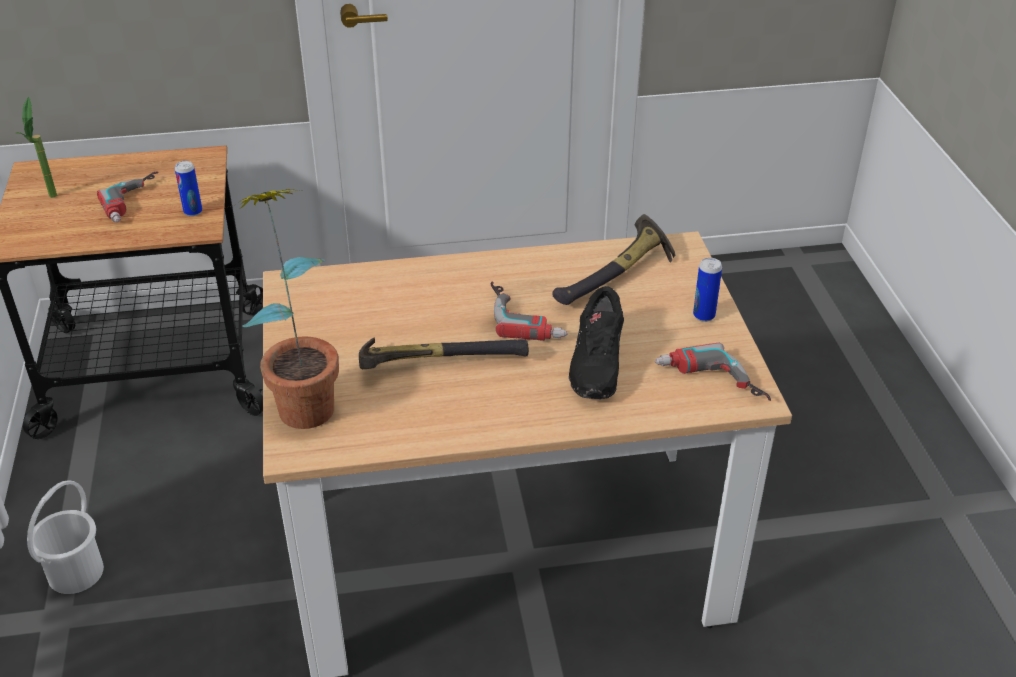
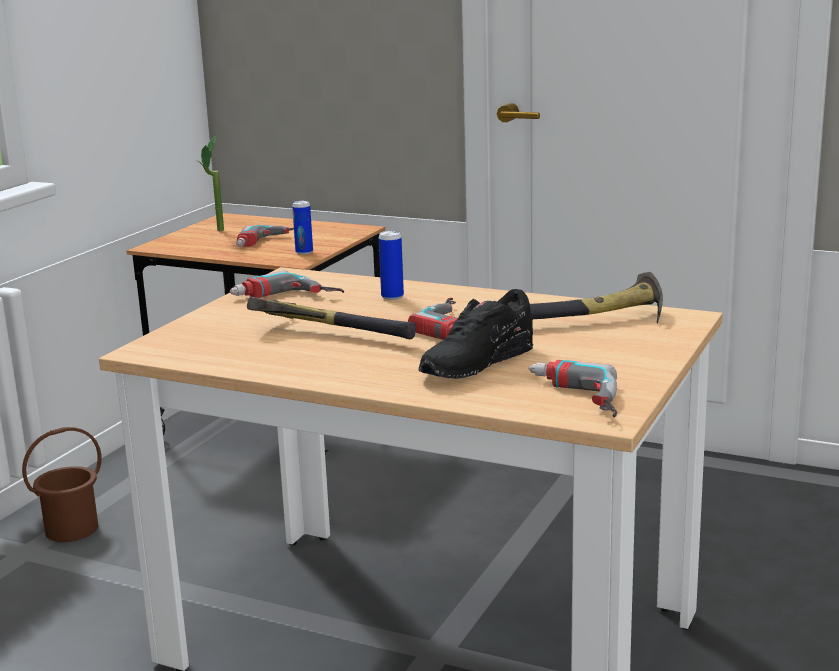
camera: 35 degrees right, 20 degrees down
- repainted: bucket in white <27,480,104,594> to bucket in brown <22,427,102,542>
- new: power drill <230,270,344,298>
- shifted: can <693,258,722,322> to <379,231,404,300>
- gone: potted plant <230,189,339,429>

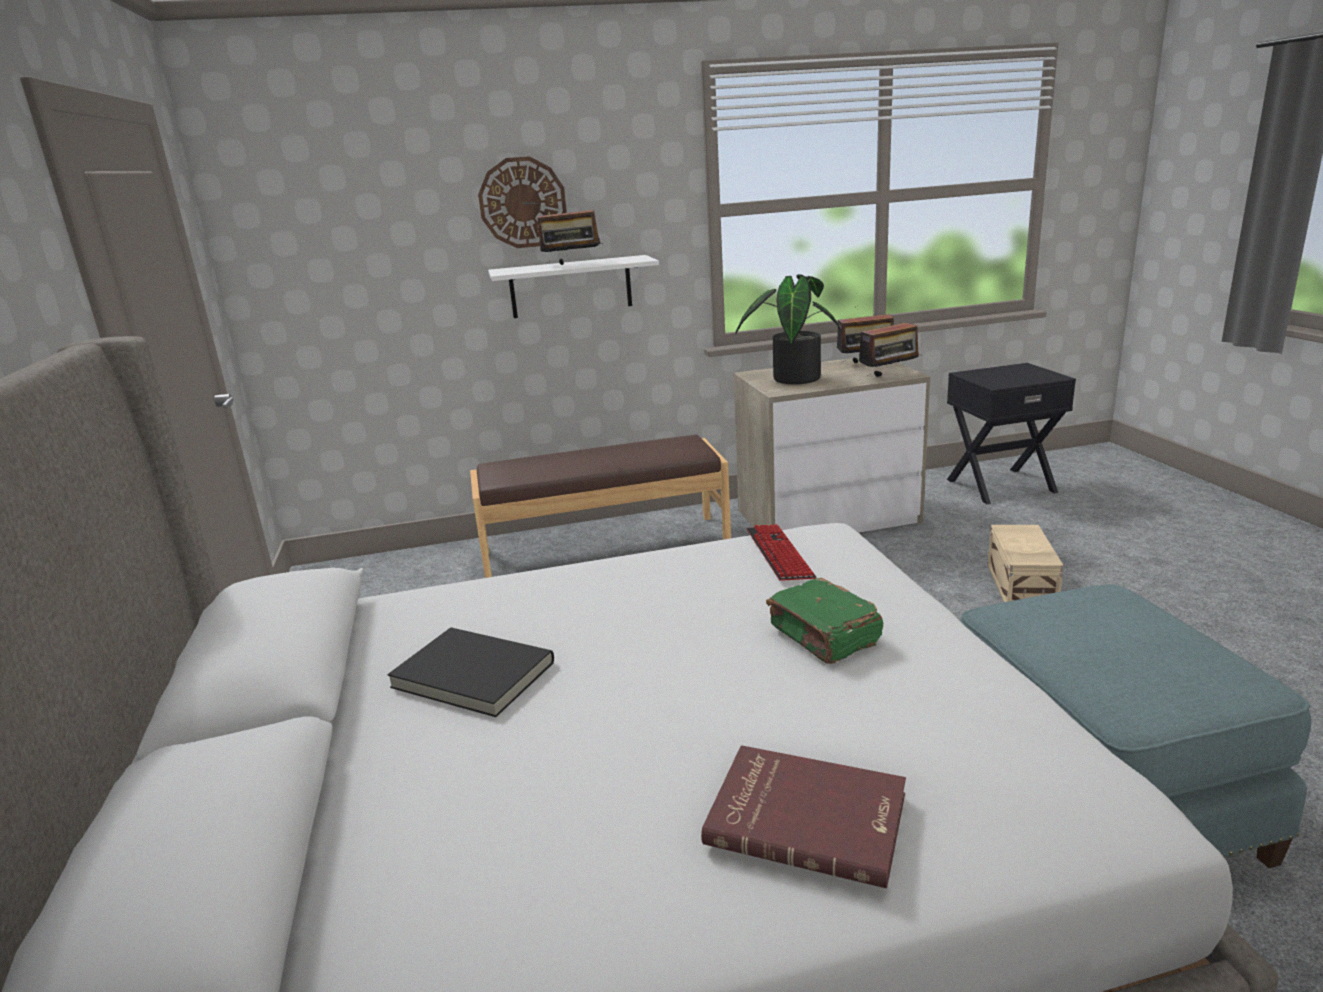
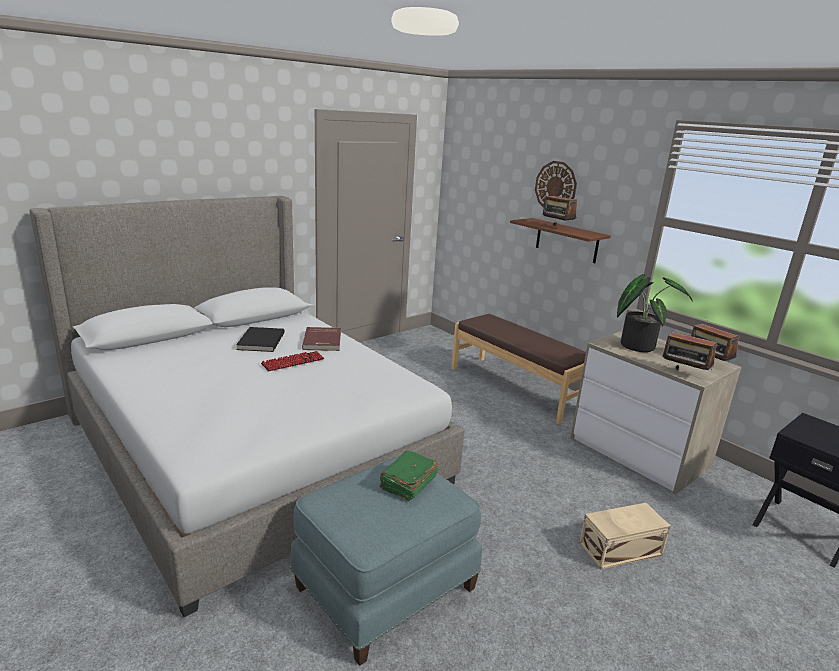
camera: 60 degrees right, 0 degrees up
- shifted: keyboard <746,524,816,581> to <261,351,324,372>
- shifted: book in red <701,745,906,889> to <302,327,341,351>
- shifted: book in green <766,578,883,664> to <380,451,438,501>
- repainted: shelf in white <488,255,659,318> to shelf in brown <510,218,611,263>

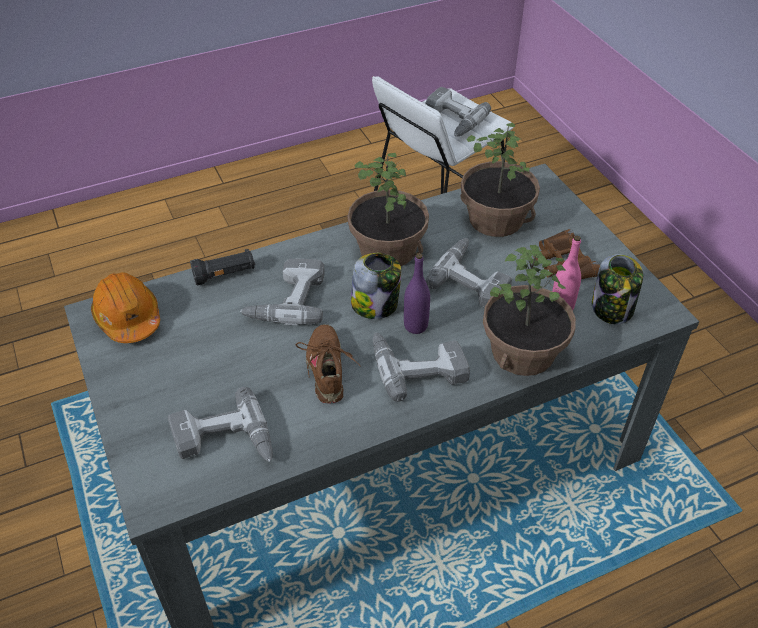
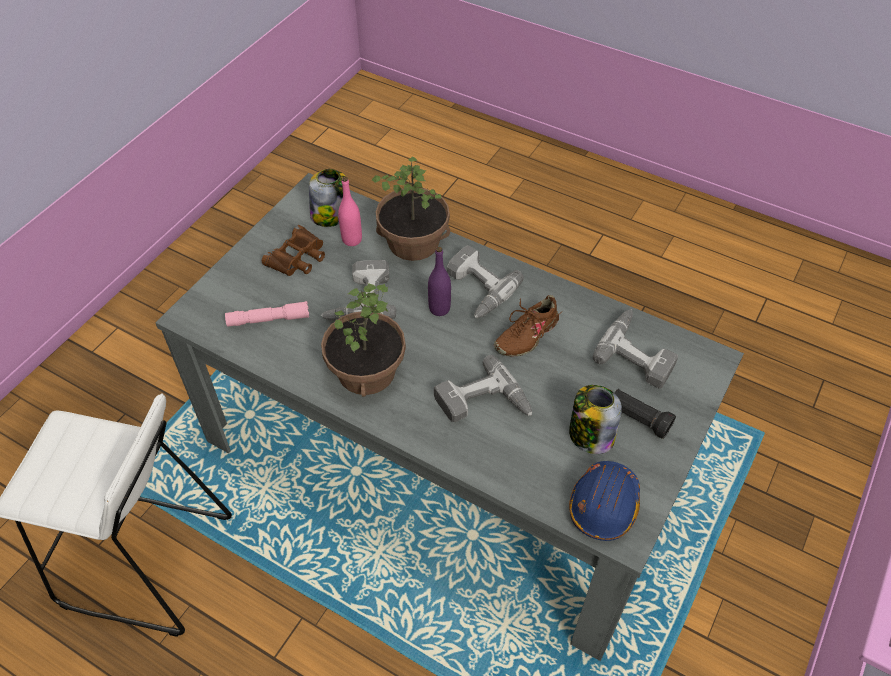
camera: 125 degrees left, 5 degrees up
- swapped: potted plant <460,123,540,237> to flashlight in pink <225,301,309,327>
- shifted: jar <351,253,401,319> to <569,385,622,454>
- repainted: hard hat in orange <91,272,160,343> to hard hat in blue <569,461,640,541>
- shifted: flashlight in black <190,249,255,285> to <614,389,676,439>
- gone: power drill <426,87,491,137>

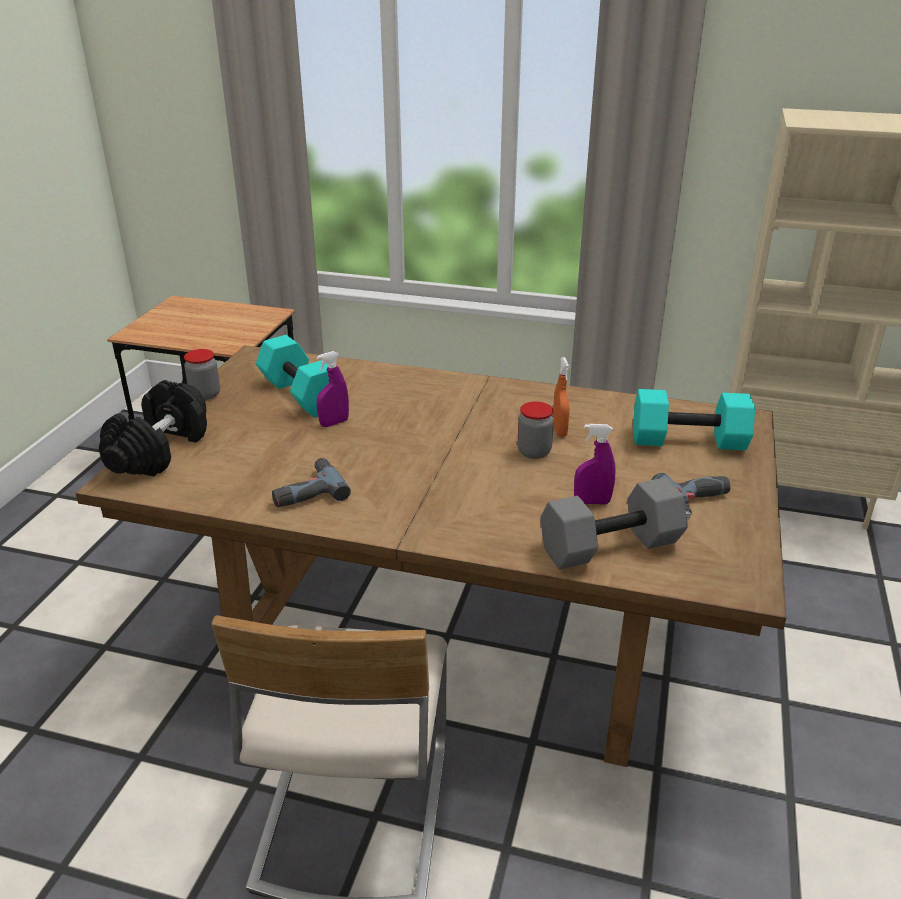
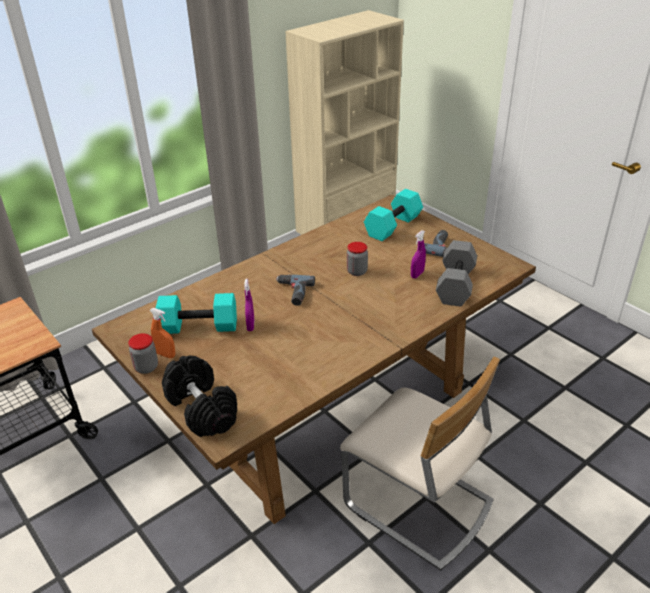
camera: 55 degrees left, 5 degrees up
- shifted: spray bottle in orange <553,357,570,437> to <150,308,175,358>
- shifted: power drill <272,458,351,507> to <276,275,315,306>

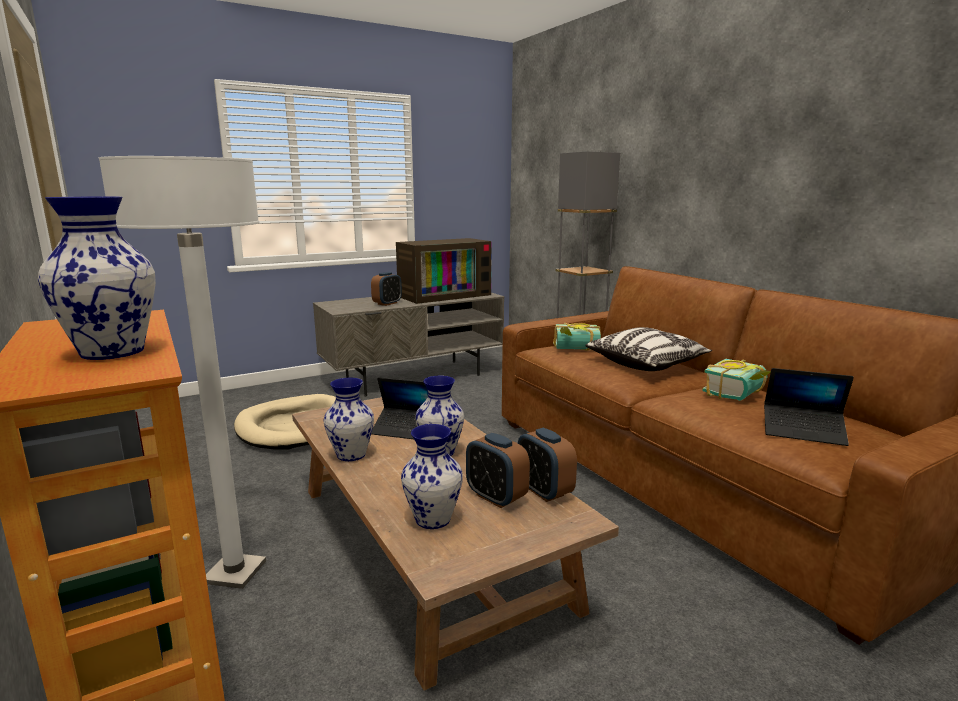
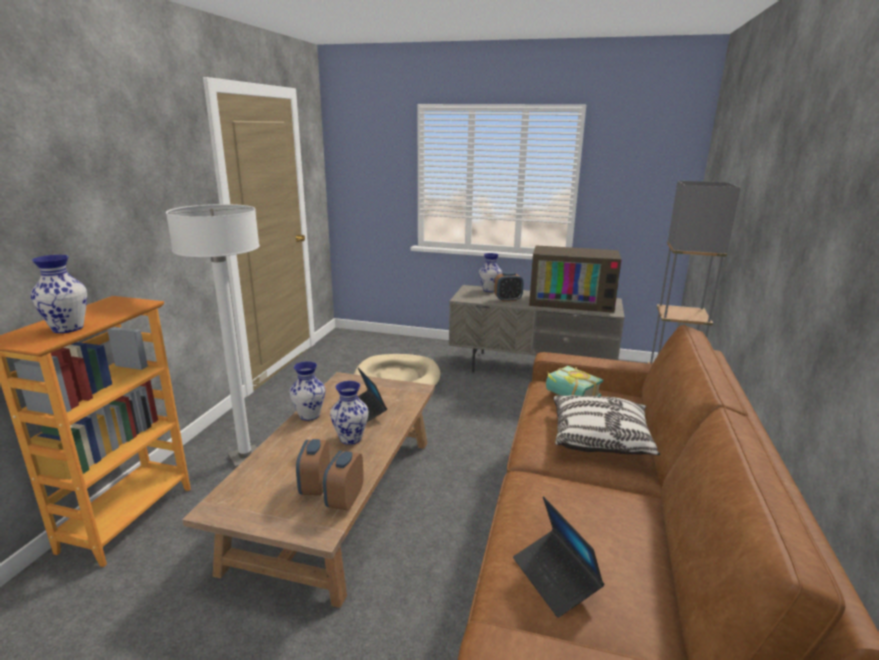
camera: 45 degrees right, 5 degrees up
- shifted: vase <401,424,463,529> to <479,253,502,292>
- gone: book <702,359,771,401>

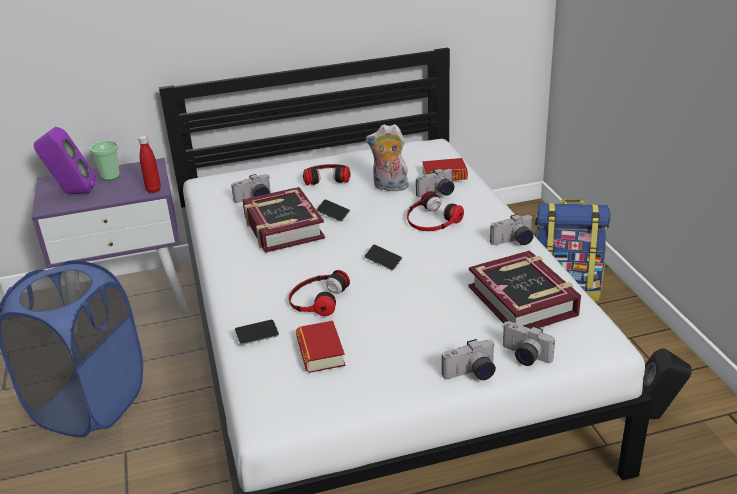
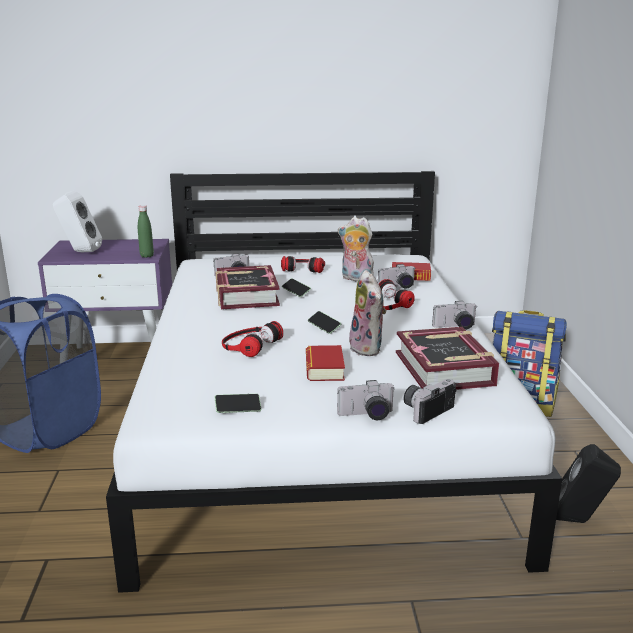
camera: 10 degrees right, 10 degrees down
- repainted: speaker in purple <34,127,96,194> to speaker in white <53,191,102,252>
- repainted: bottle in red <138,136,161,193> to bottle in green <138,205,154,258>
- shifted: phone <234,319,279,345> to <215,394,262,413>
- shifted: book <296,321,346,373> to <306,345,345,381>
- new: plush toy <349,270,386,356>
- rotated: photo camera <502,321,555,366> = <404,379,456,424> 90 degrees clockwise
- gone: cup <90,141,120,181>

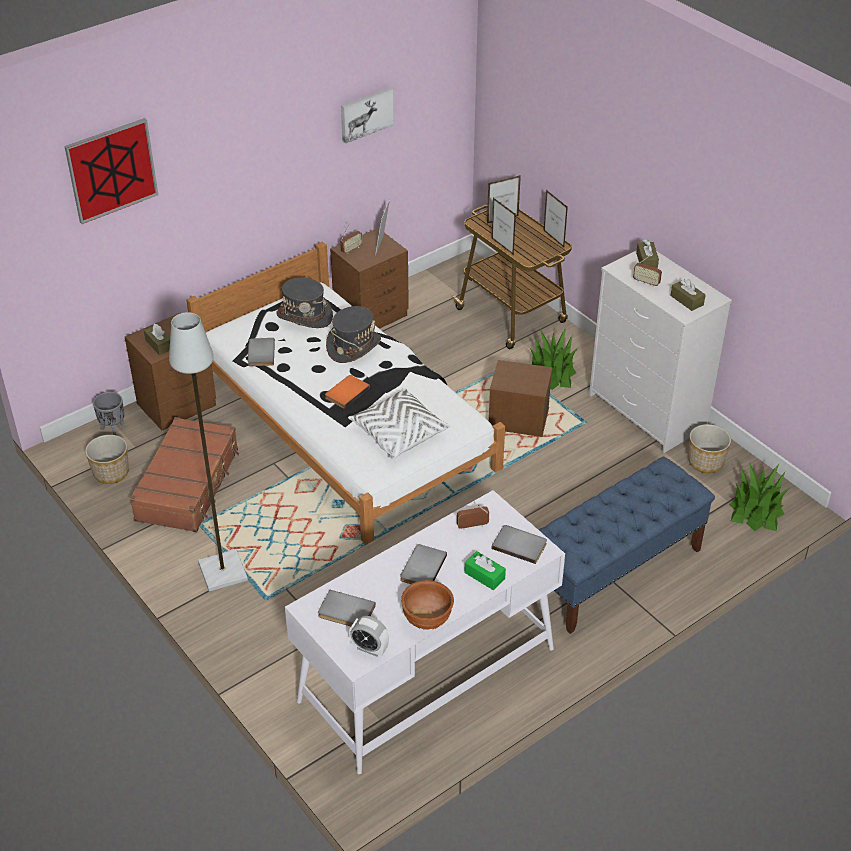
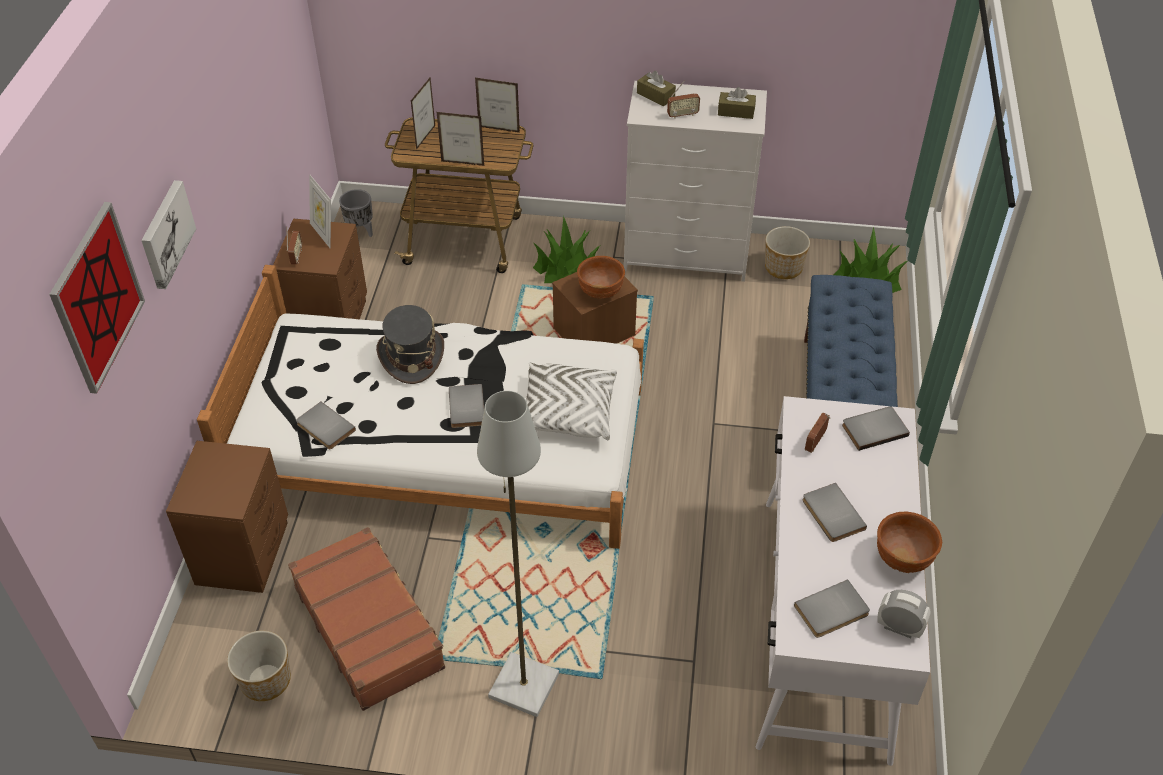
camera: 45 degrees left, 5 degrees up
- shifted: picture <341,87,393,144> to <141,180,196,289>
- shifted: planter in grey <93,392,124,436> to <339,189,373,237>
- repainted: book in orange <325,375,370,409> to book in grey <449,384,484,428>
- new: bowl in brown <577,256,625,299>
- rotated: alarm clock <349,616,389,657> = <877,590,931,638> 135 degrees counterclockwise
- gone: tissue box in brown <144,324,170,355>
- gone: hat in grey <276,278,333,328>
- gone: tissue box in green <464,551,506,590>

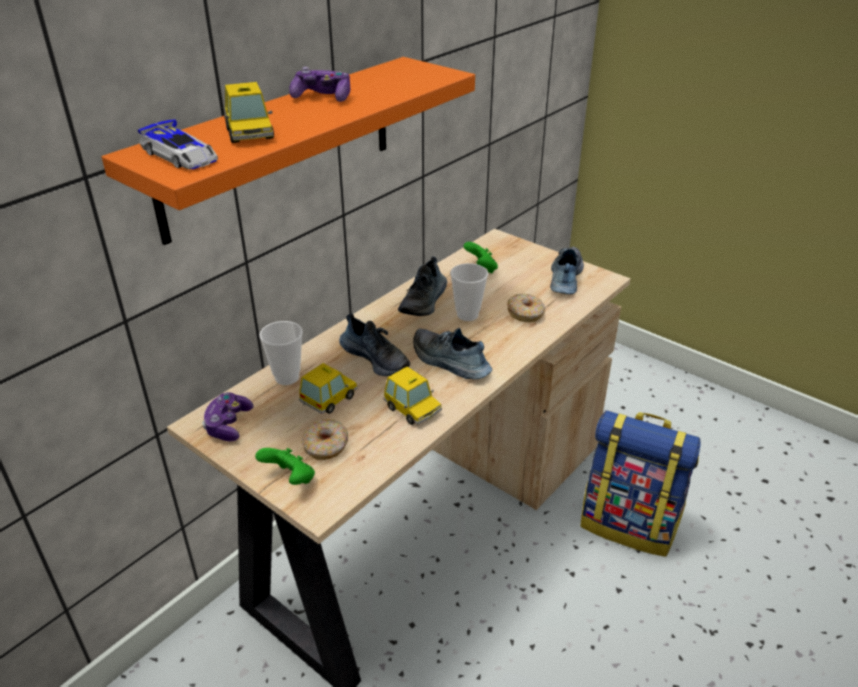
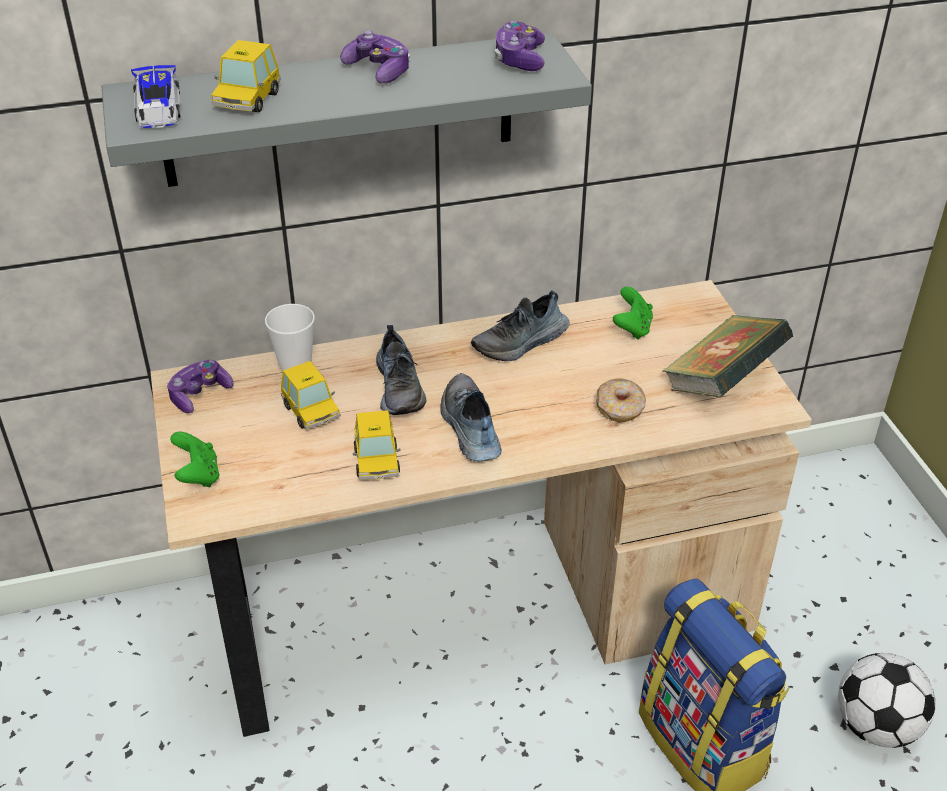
camera: 35 degrees right, 5 degrees up
- repainted: shelf in orange <102,57,475,245> to shelf in grey <101,33,592,187>
- rotated: toy car <299,363,358,414> = <281,361,341,430> 75 degrees clockwise
- new: game controller <495,21,545,71>
- swapped: shoe <550,246,584,294> to book <663,315,793,397>
- new: football <838,653,935,748>
- gone: donut <301,419,348,460>
- gone: cup <450,263,488,321>

